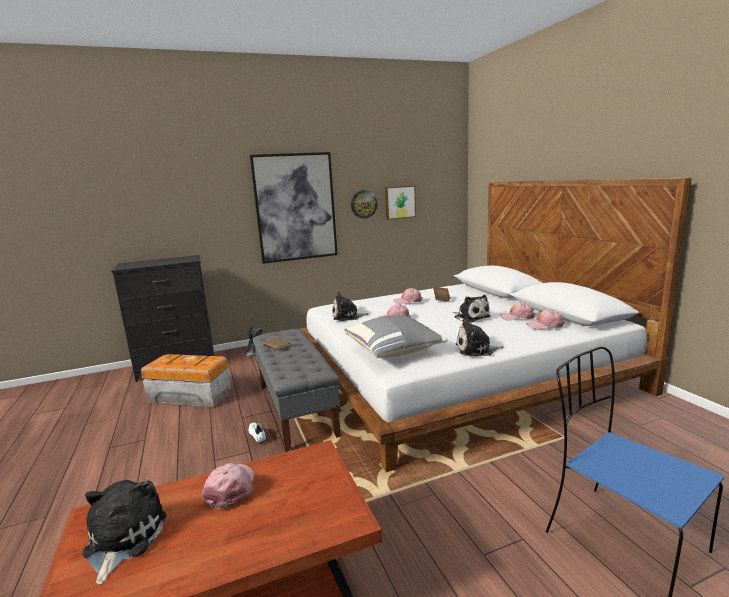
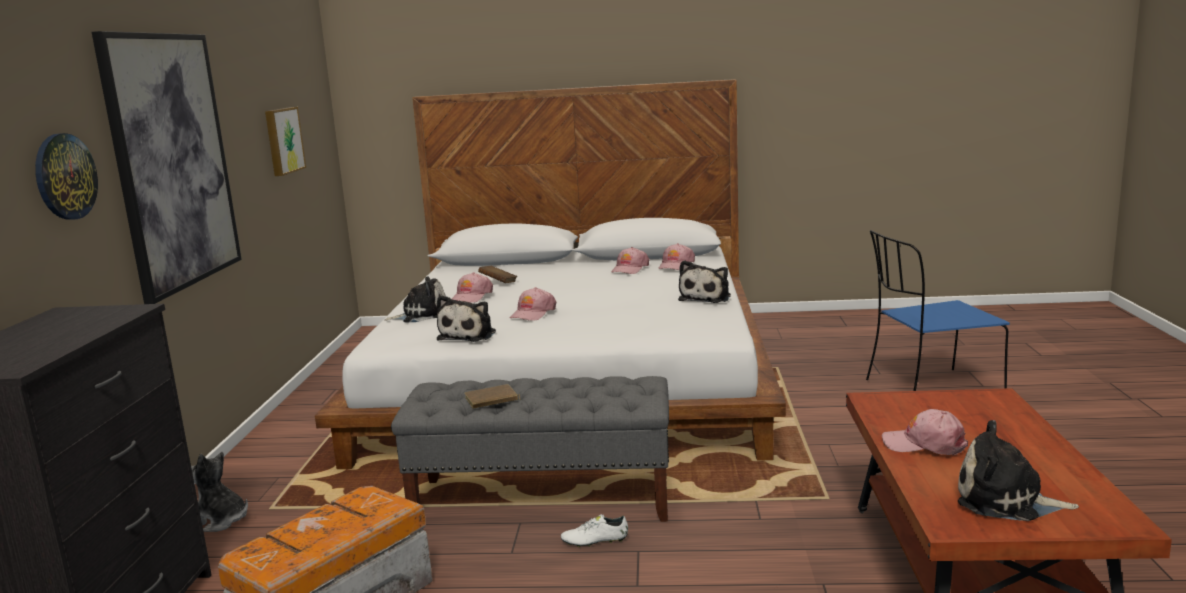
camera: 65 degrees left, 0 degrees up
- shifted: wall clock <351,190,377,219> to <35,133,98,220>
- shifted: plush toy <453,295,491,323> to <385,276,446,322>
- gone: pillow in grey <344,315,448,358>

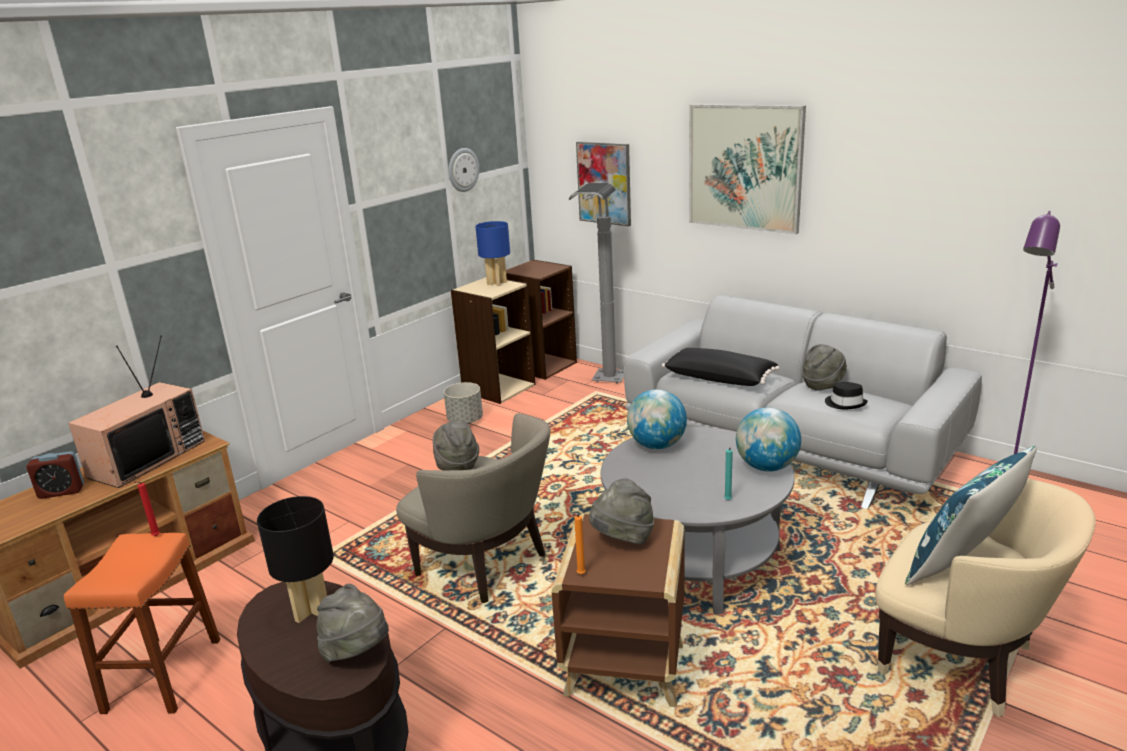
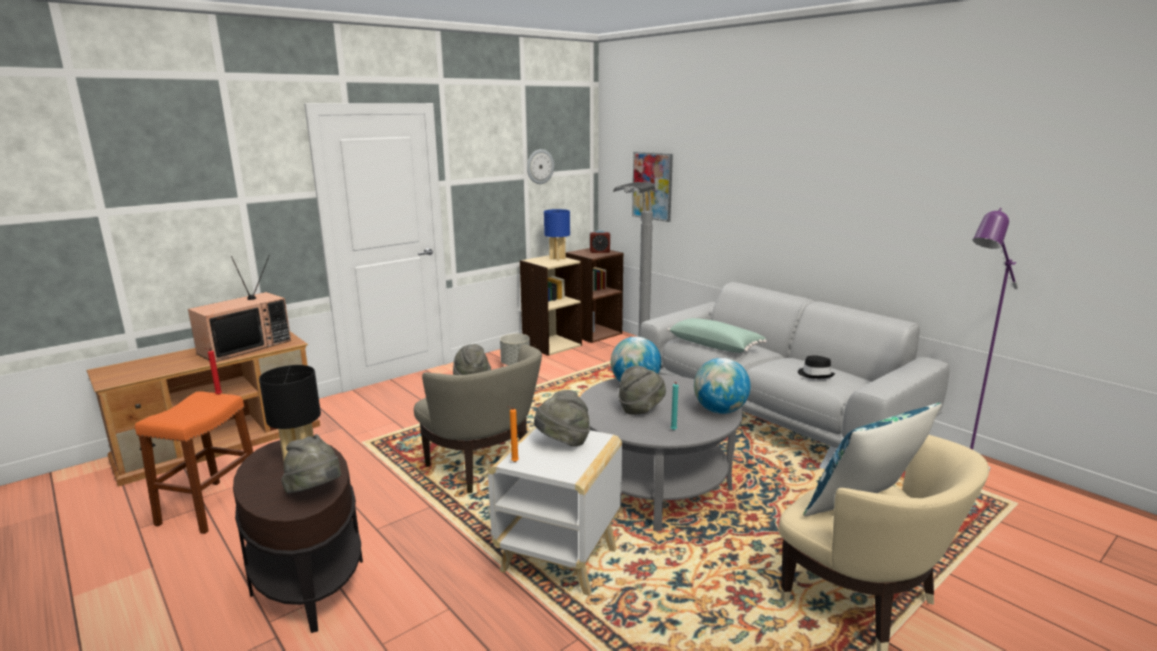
camera: 10 degrees right, 5 degrees down
- repainted: side table in brown <552,514,685,707> to side table in white <488,426,622,596>
- shifted: alarm clock <26,451,84,499> to <590,230,610,253>
- shifted: hat in grey <802,344,847,391> to <618,366,666,415>
- repainted: pillow in black <662,348,780,386> to pillow in green <667,318,767,353>
- gone: picture <689,104,806,234>

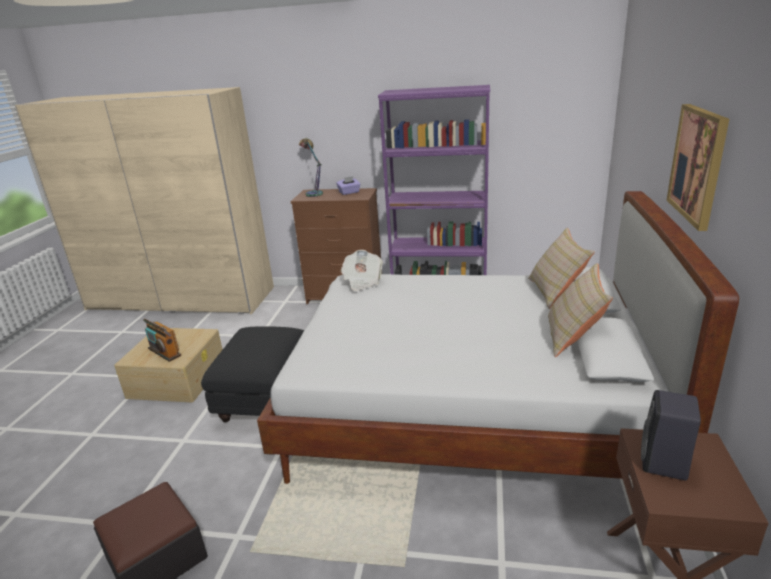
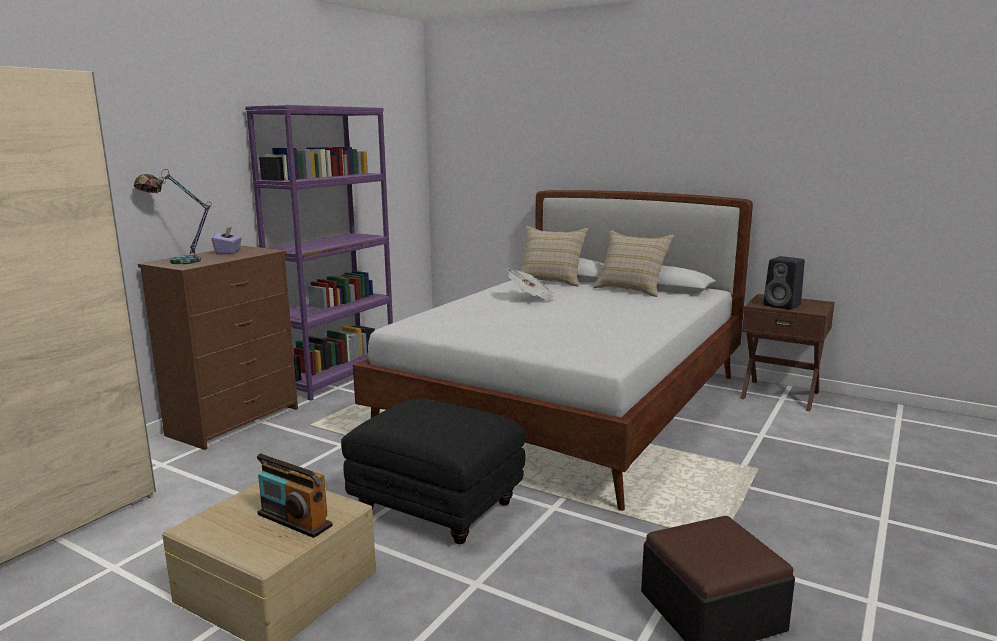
camera: 70 degrees left, 10 degrees down
- rotated: radio <143,319,181,362> = <257,453,333,538> 60 degrees clockwise
- shifted: newspaper <341,250,383,291> to <507,269,553,302>
- gone: picture <667,104,729,231>

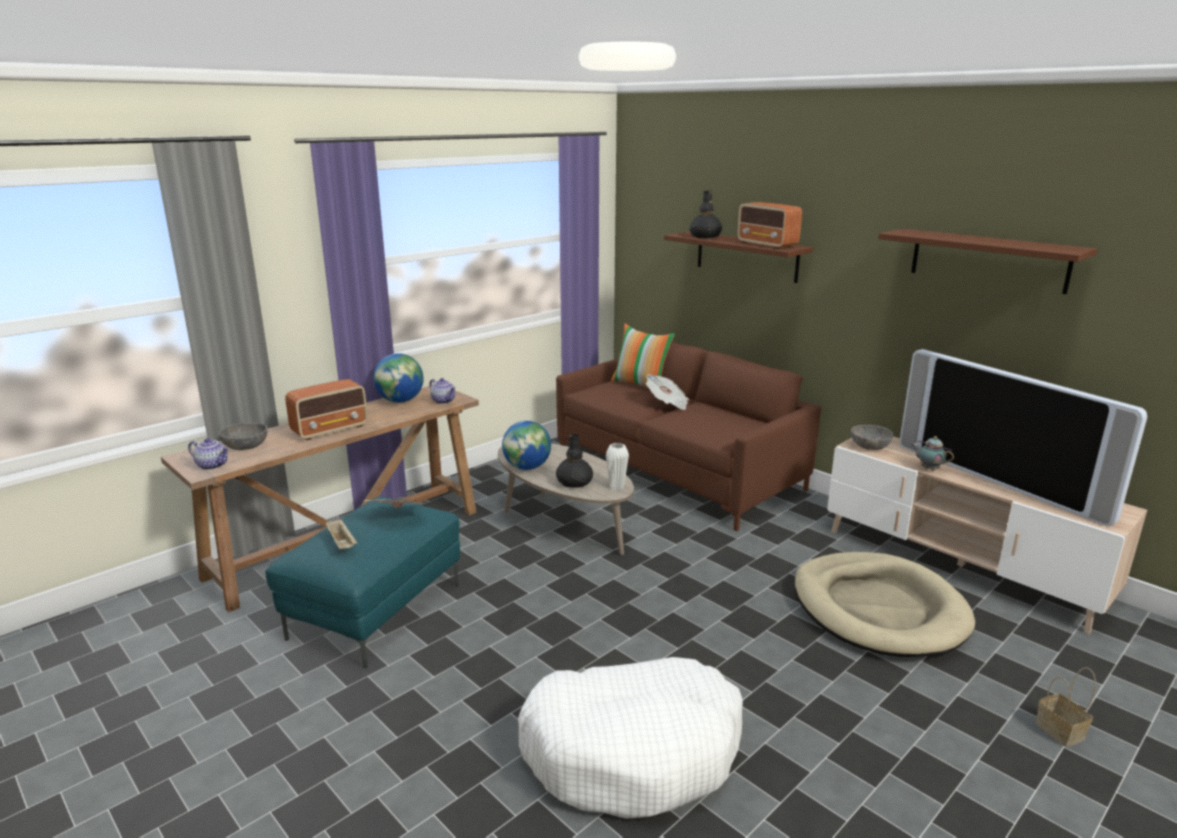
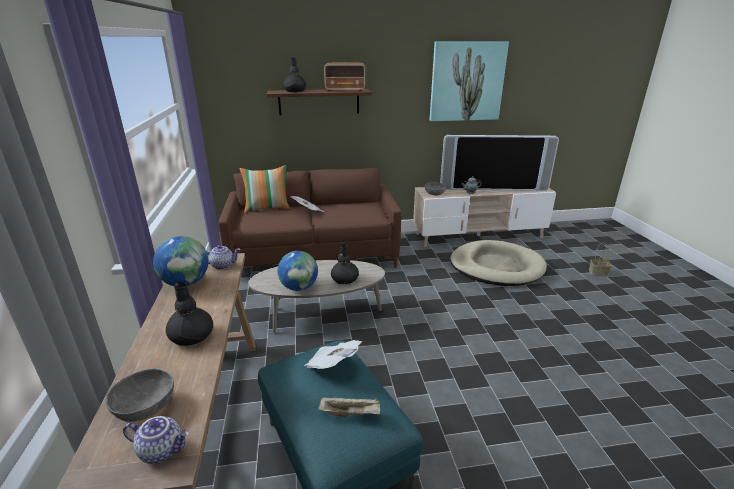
camera: 55 degrees left, 5 degrees up
- rotated: teapot <188,438,229,470> = <123,416,189,464> 45 degrees clockwise
- swapped: radio <285,379,368,440> to vase in black <166,282,213,346>
- swapped: shelf in brown <878,229,1098,294> to picture <430,41,509,121>
- gone: dog bed in white <518,657,743,819>
- gone: vase in white <606,443,629,491>

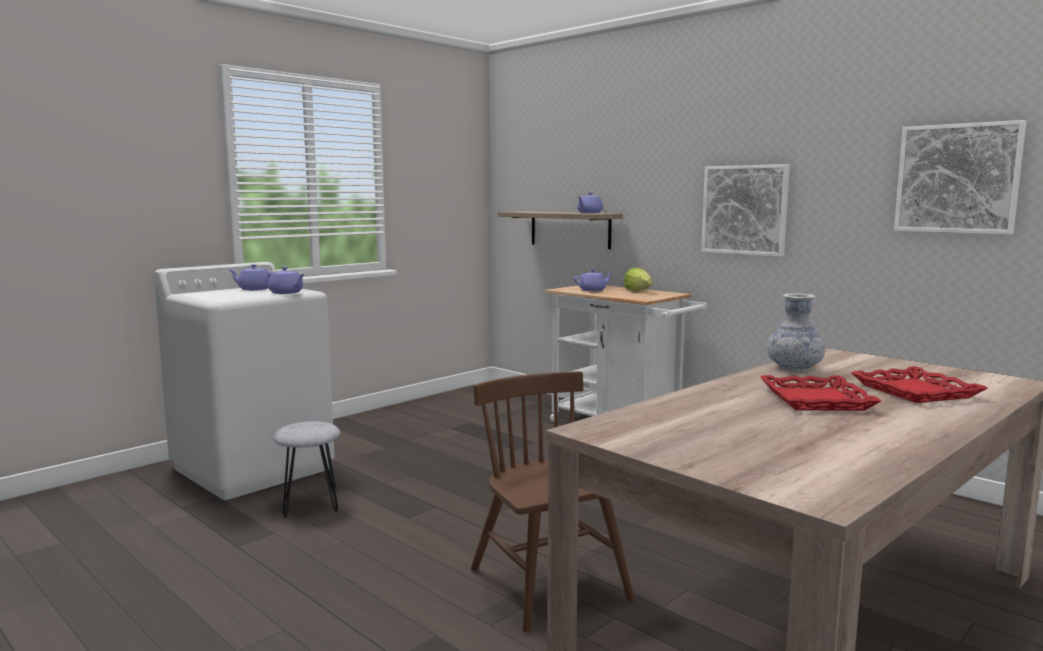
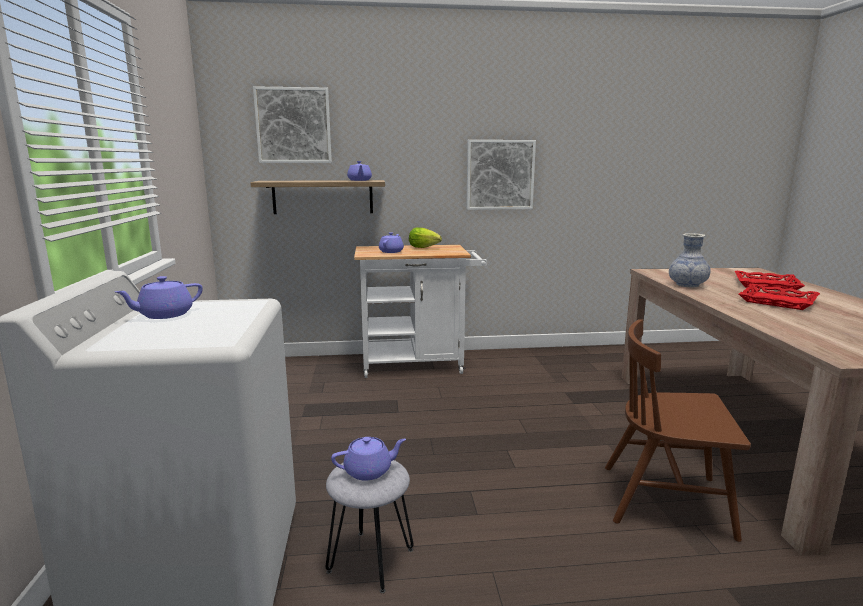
camera: 50 degrees left, 5 degrees up
- shifted: picture <894,120,1026,235> to <253,86,332,163>
- shifted: teapot in purple <267,267,305,294> to <331,437,406,481>

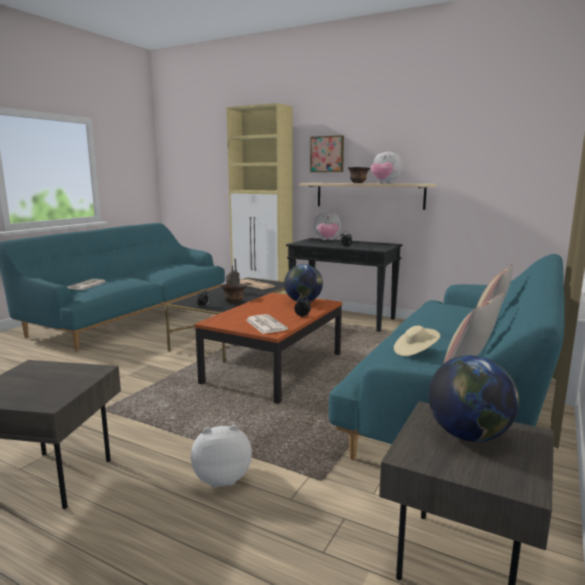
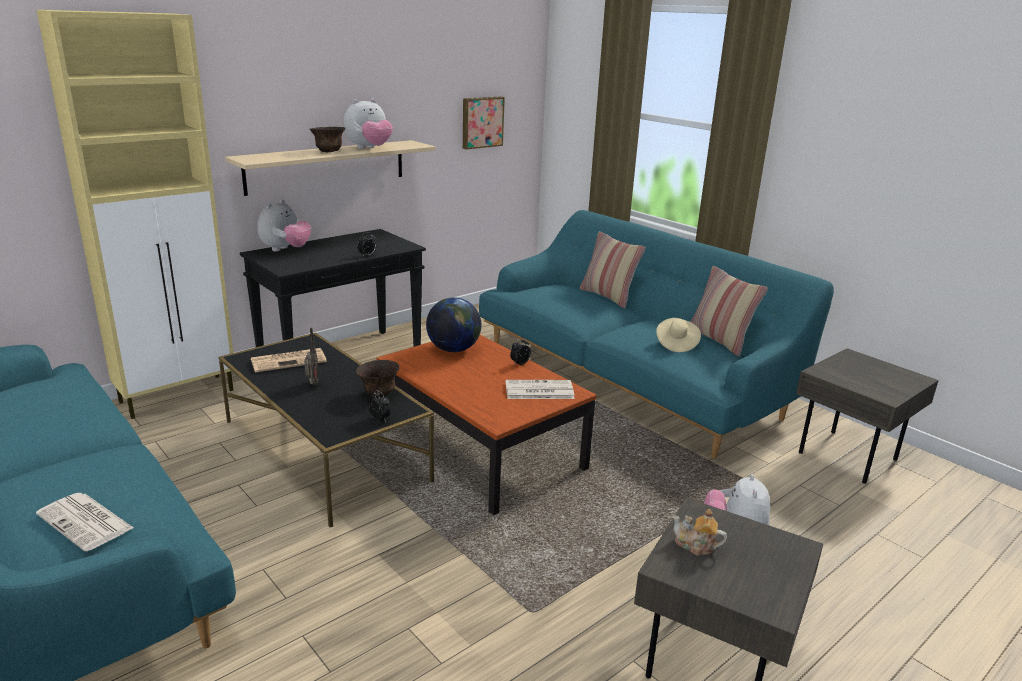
camera: 70 degrees left, 10 degrees up
- shifted: picture <310,135,344,172> to <463,97,505,149>
- new: teapot <673,509,727,555>
- gone: globe <428,355,519,442>

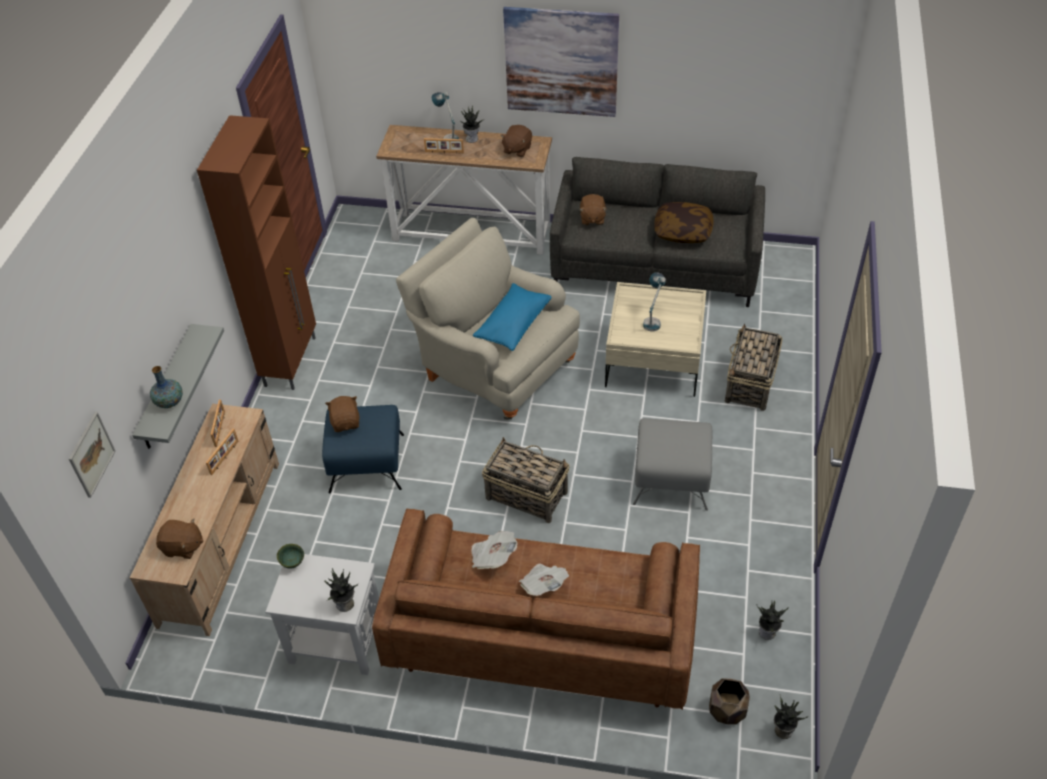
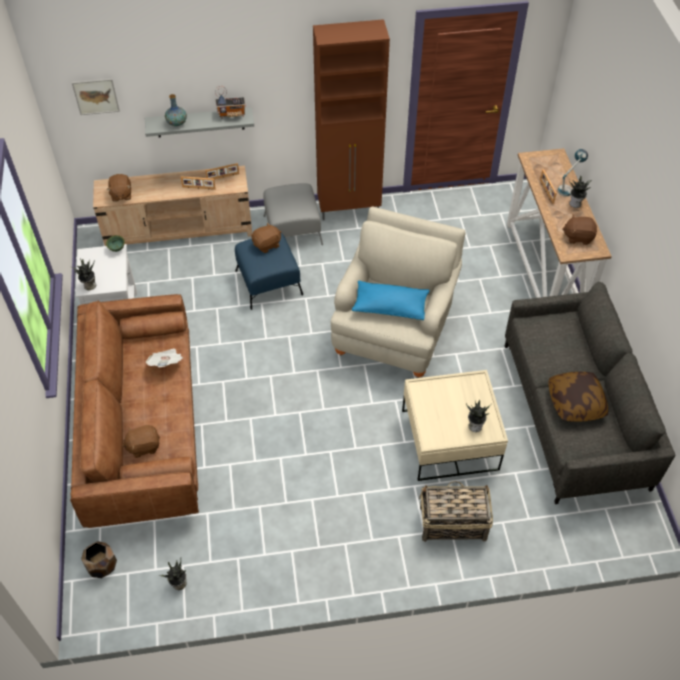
camera: 70 degrees right, 5 degrees up
- shifted: plush toy in brown <579,194,607,225> to <122,425,160,458>
- new: radio <215,86,246,119>
- shifted: ottoman in grey <633,418,712,511> to <263,183,323,245>
- shifted: potted plant <774,695,807,739> to <466,400,490,432>
- gone: basket <482,437,569,523>
- gone: picture <503,7,619,117>
- gone: newspaper <519,563,569,596>
- gone: table lamp <643,272,666,331>

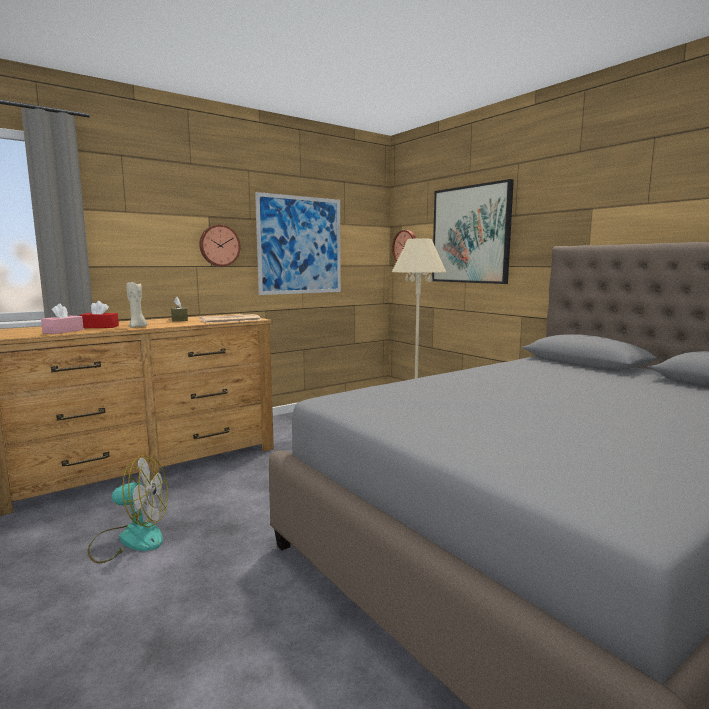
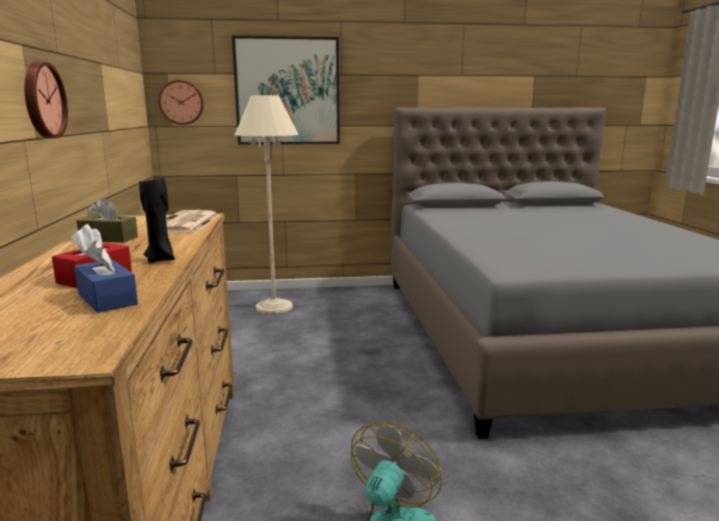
camera: 60 degrees left, 5 degrees up
- repainted: tissue box in pink <41,304,84,334> to tissue box in blue <74,240,138,313>
- repainted: candle in beige <126,282,148,327> to candle in black <139,174,175,263>
- gone: picture <255,192,341,295>

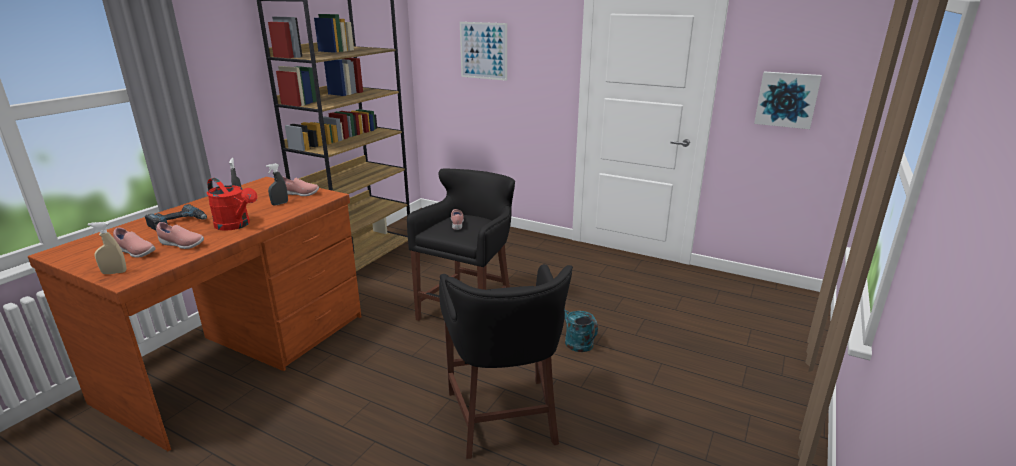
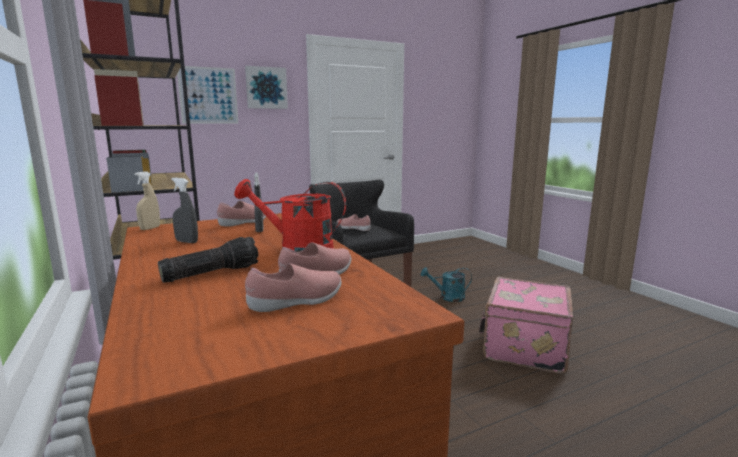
camera: 55 degrees left, 10 degrees down
- shifted: spray bottle in beige <88,222,127,274> to <134,171,160,230>
- swapped: power drill <145,204,207,231> to flashlight <158,237,258,283>
- rotated: watering can in red <207,178,257,231> = <234,179,346,252> 150 degrees counterclockwise
- shifted: picture <754,71,822,129> to <245,66,288,109>
- swapped: stool in black <439,264,573,459> to suitcase in pink <479,277,574,374>

